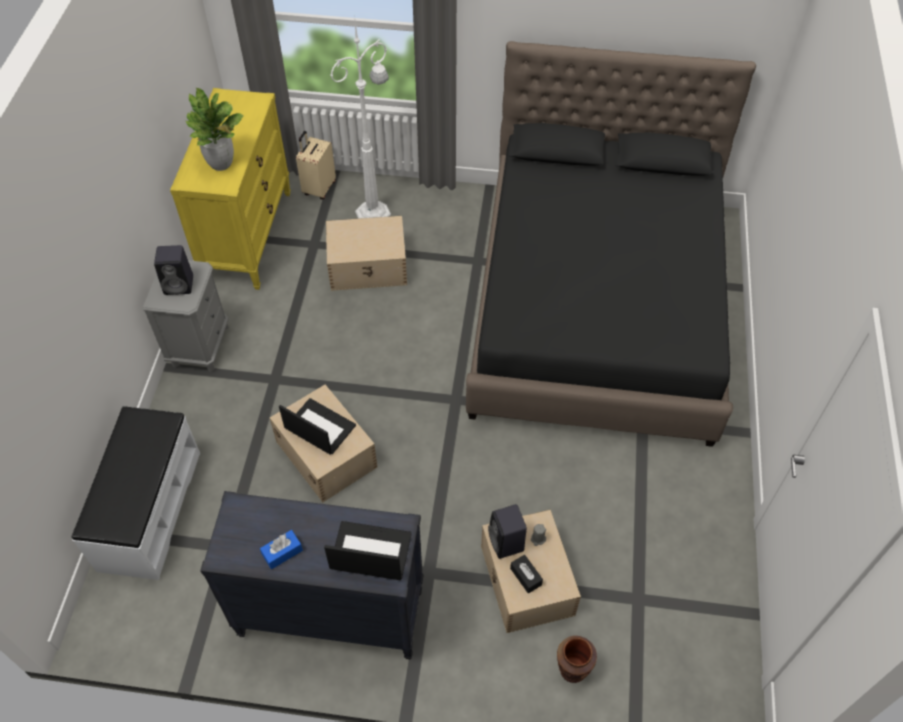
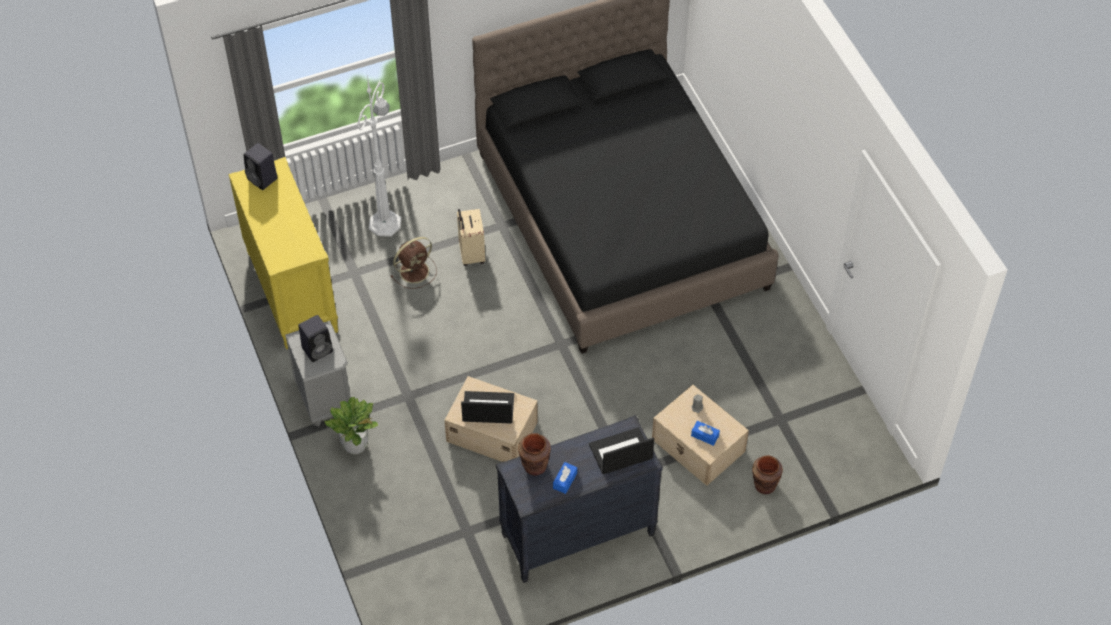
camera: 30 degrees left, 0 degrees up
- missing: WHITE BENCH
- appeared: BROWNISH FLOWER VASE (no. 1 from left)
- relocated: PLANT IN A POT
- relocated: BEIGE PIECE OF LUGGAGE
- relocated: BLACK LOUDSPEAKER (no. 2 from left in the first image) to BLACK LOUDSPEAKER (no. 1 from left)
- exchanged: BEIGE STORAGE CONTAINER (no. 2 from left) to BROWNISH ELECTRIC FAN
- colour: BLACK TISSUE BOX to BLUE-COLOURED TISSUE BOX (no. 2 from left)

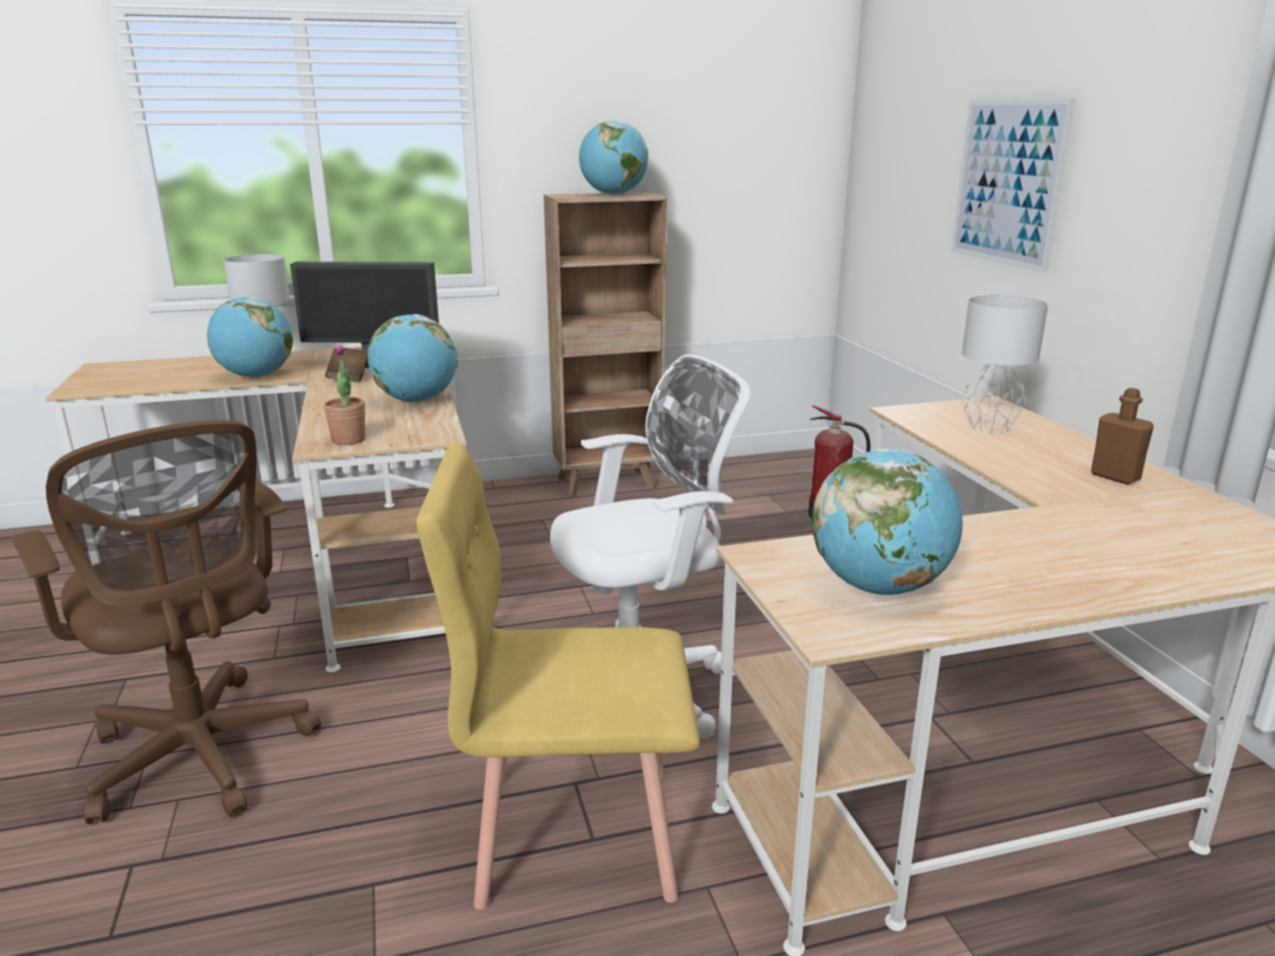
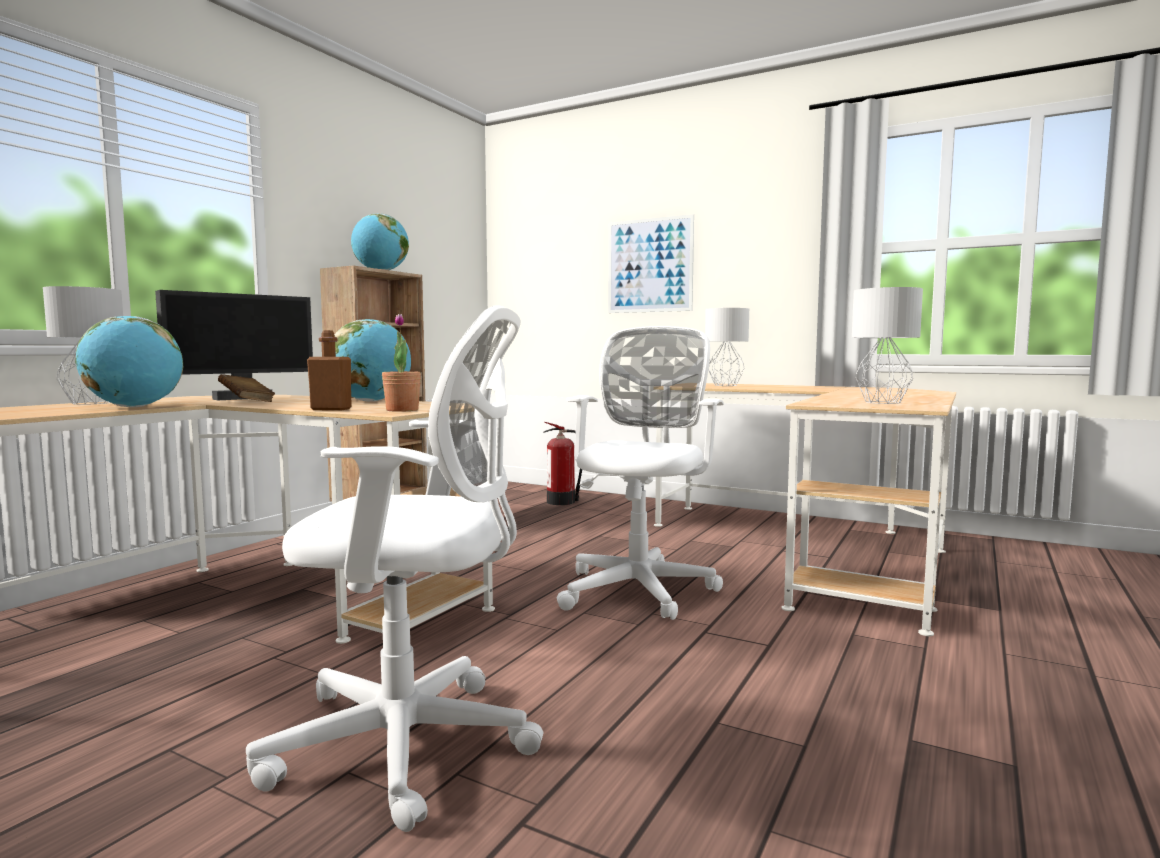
camera: 45 degrees left, 15 degrees down
- missing: YELLOW PLAIN CHAIR
- relocated: BROWNISH BOTTLE
- exchanged: DESK GLOBE (no. 4 from left) to GREY TABLE LAMP (no. 3 from left)
- colour: BROWNISH COMPUTER CHAIR to WHITE COMPUTER CHAIR (no. 1 from left)

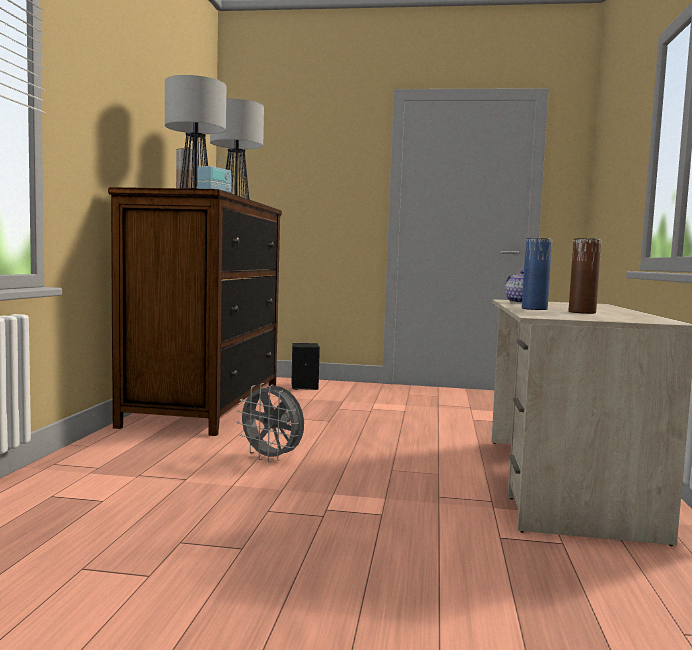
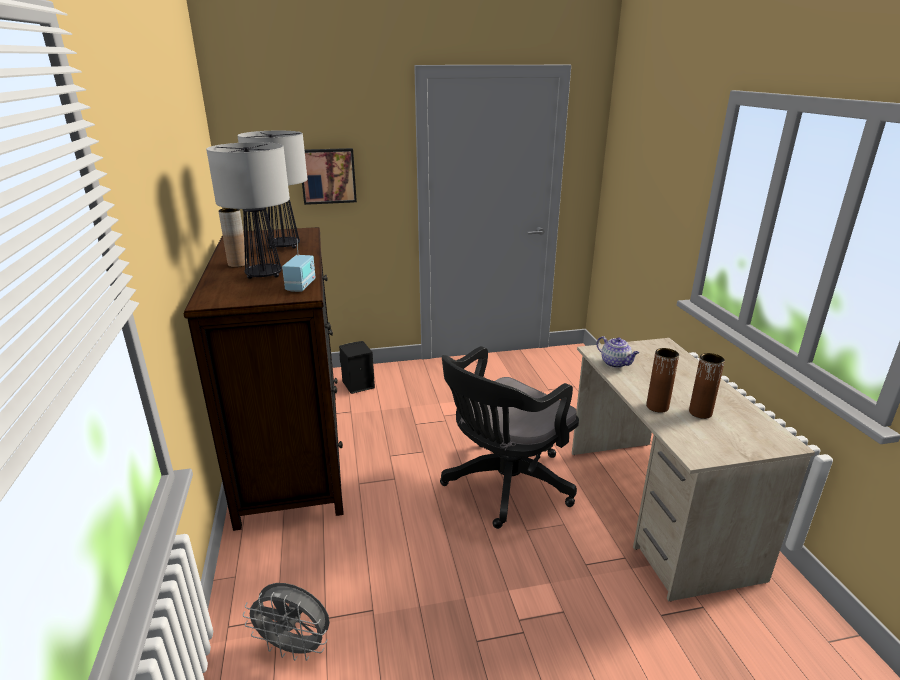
camera: 20 degrees left, 20 degrees up
- appeared: WALL ART
- appeared: BLACK COMPUTER CHAIR
- relocated: GREY ELECTRIC FAN
- colour: BLUE-COLOURED FLOWER VASE to BROWNISH FLOWER VASE (no. 2 from left)

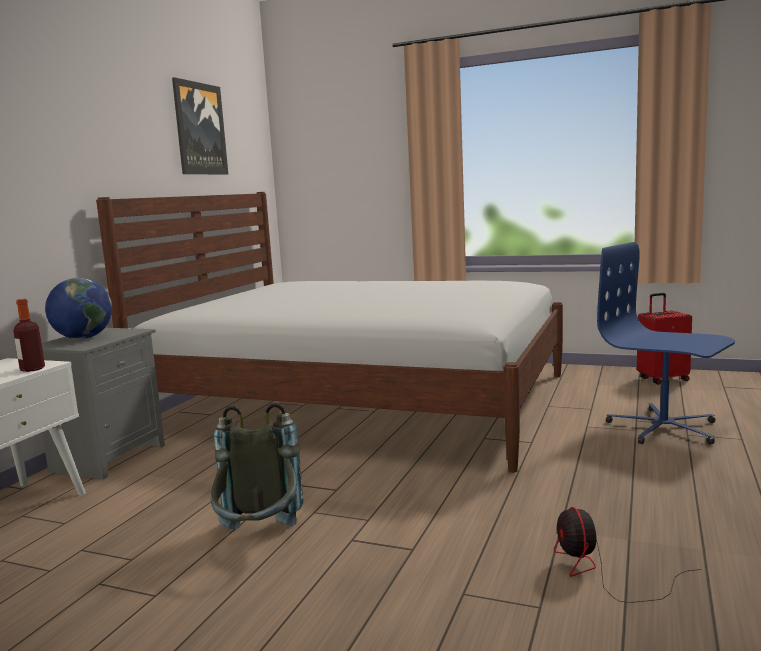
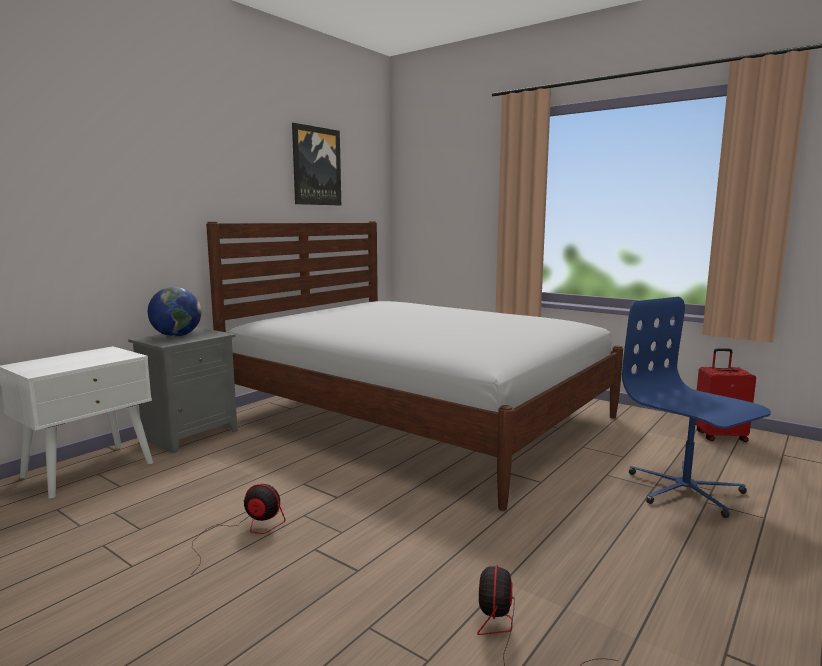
camera: 15 degrees right, 0 degrees up
- missing: BOTTLE
- exchanged: GREY RUCKSACK to ELECTRIC FAN (no. 1 from left)

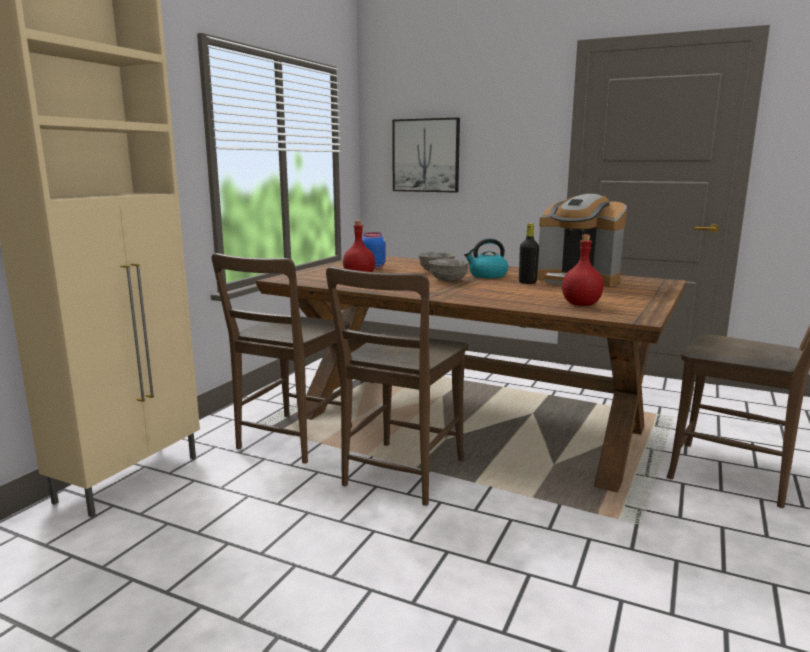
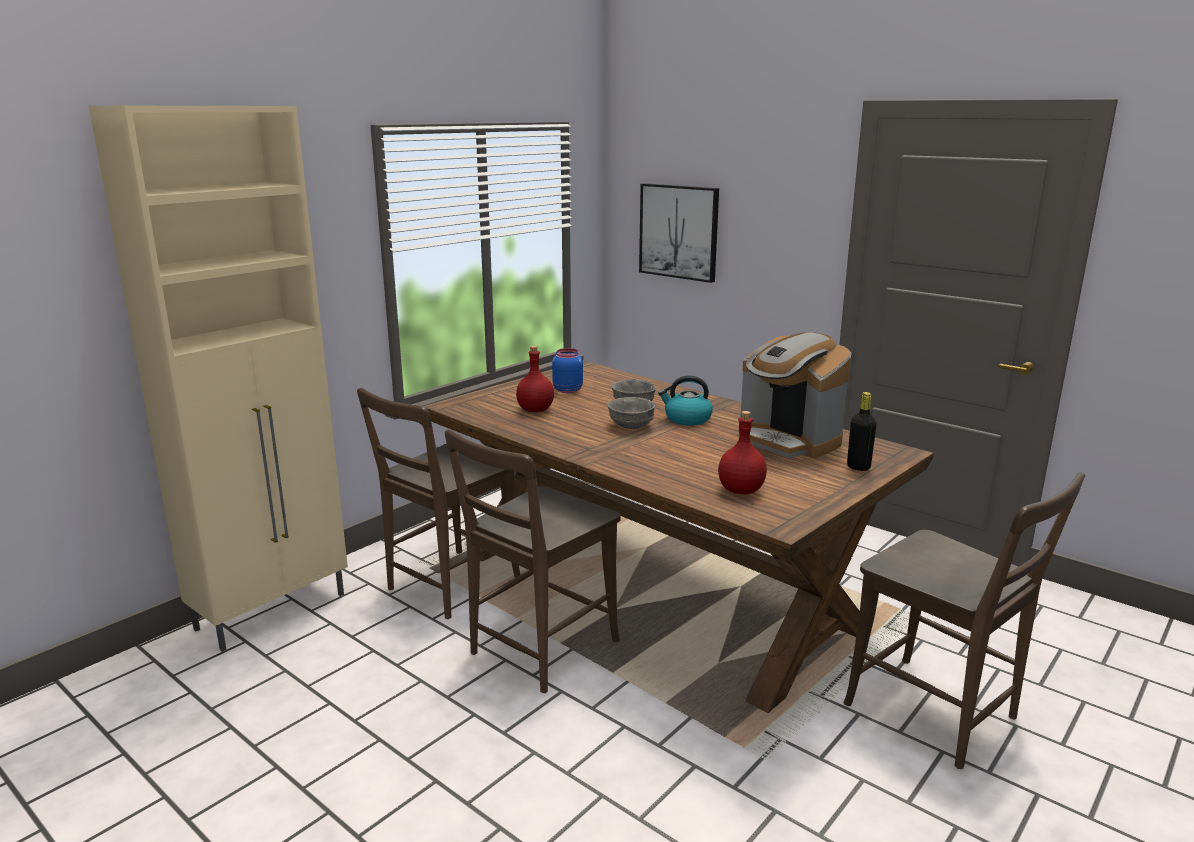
camera: 15 degrees right, 5 degrees up
- relocated: BLACK BOTTLE

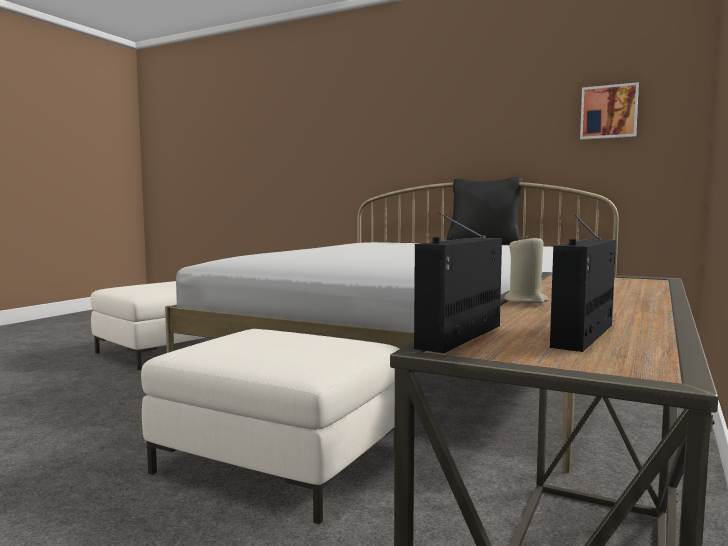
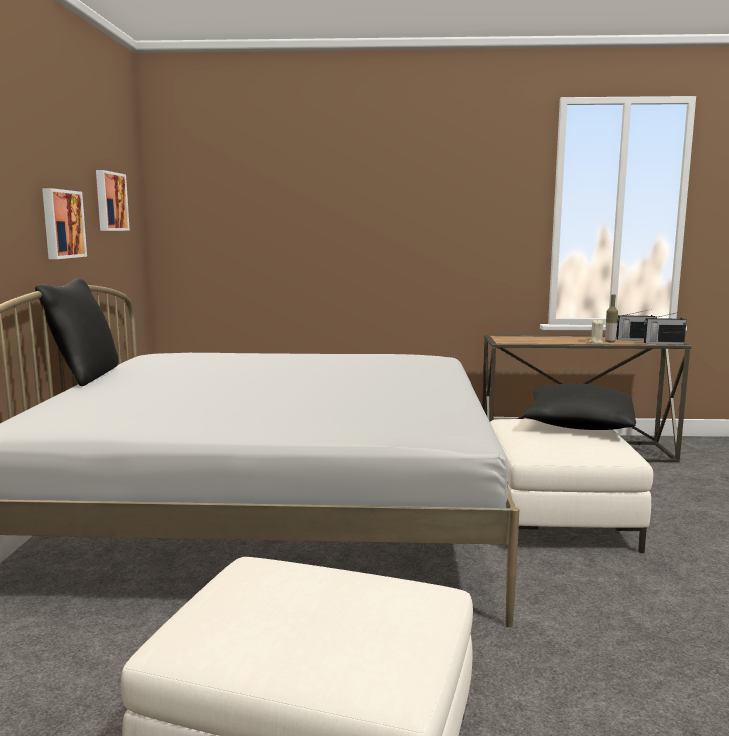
camera: 115 degrees left, 5 degrees up
- appeared: WALL ART (no. 1 from left)
- appeared: BLACK THROW PILLOW (no. 2 from left)
- appeared: BOTTLE

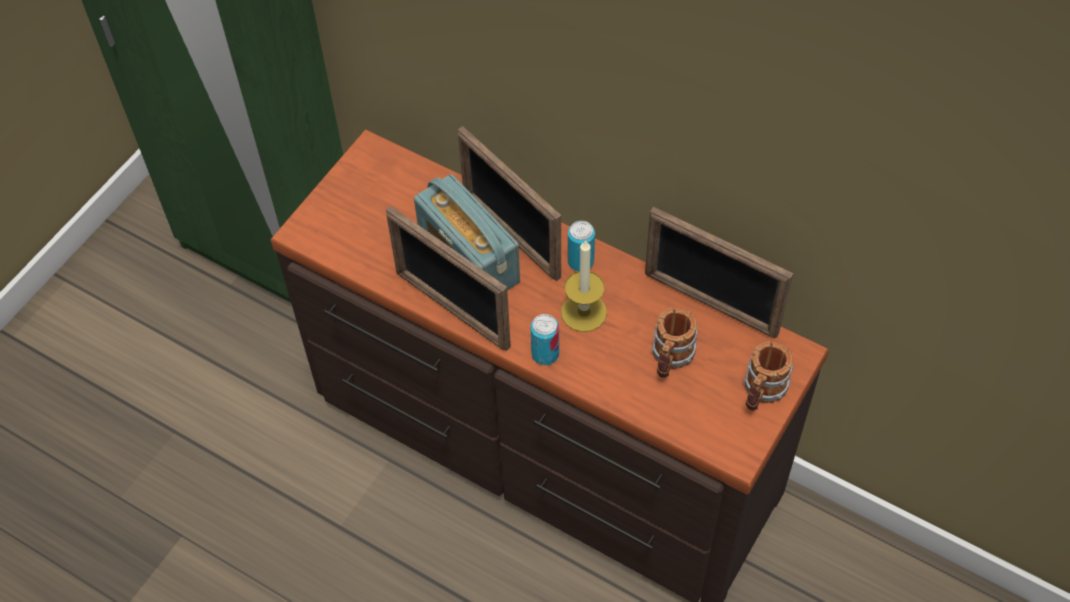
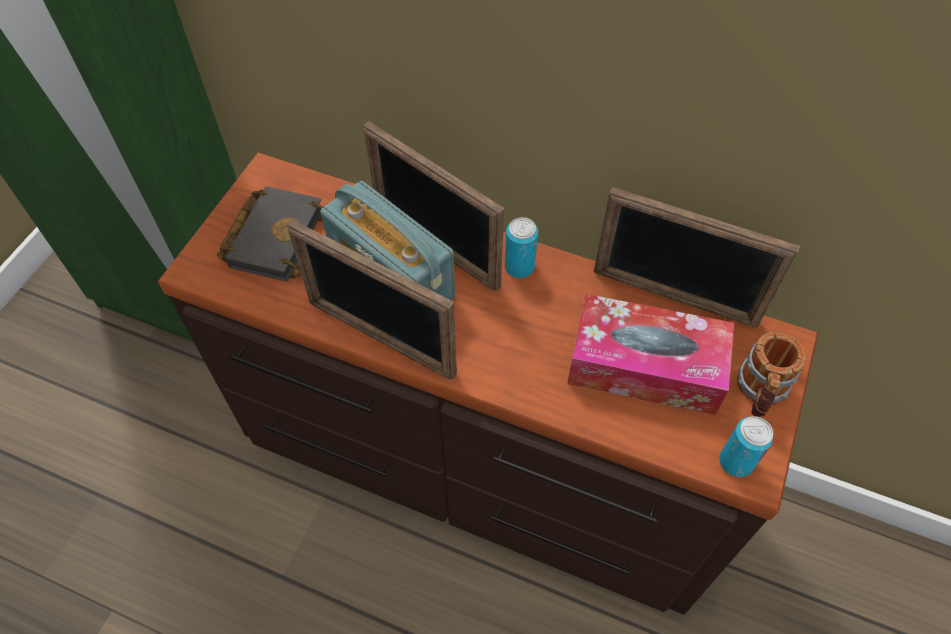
camera: 10 degrees left, 0 degrees up
- missing: WAX CANDLE
- appeared: BLACK BOUND BOOK
- relocated: METAL CAN (no. 1 from left in the first image) to METAL CAN (no. 2 from left)
- exchanged: COFFEE MUG (no. 1 from left) to TISSUE BOX

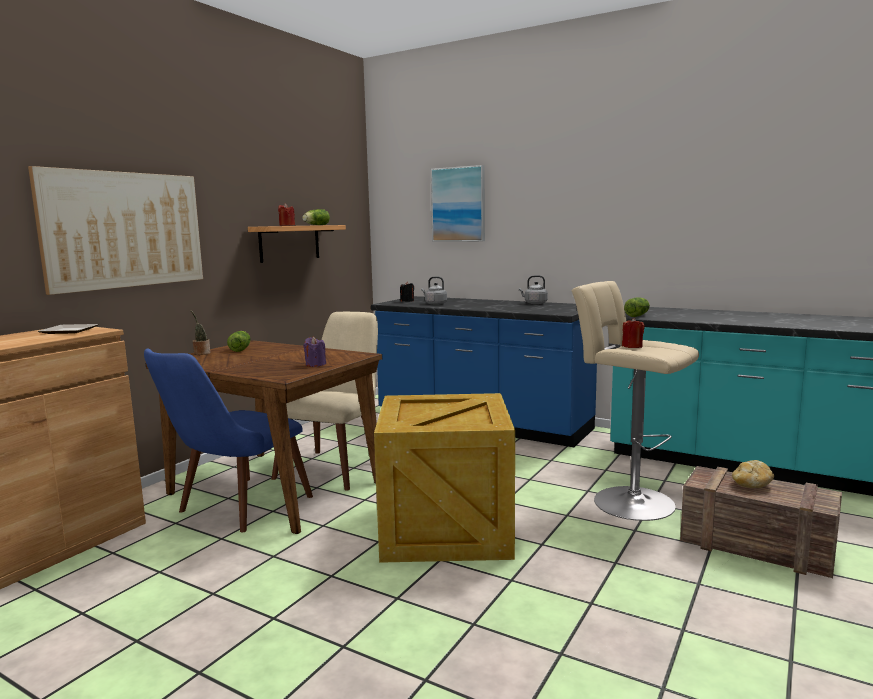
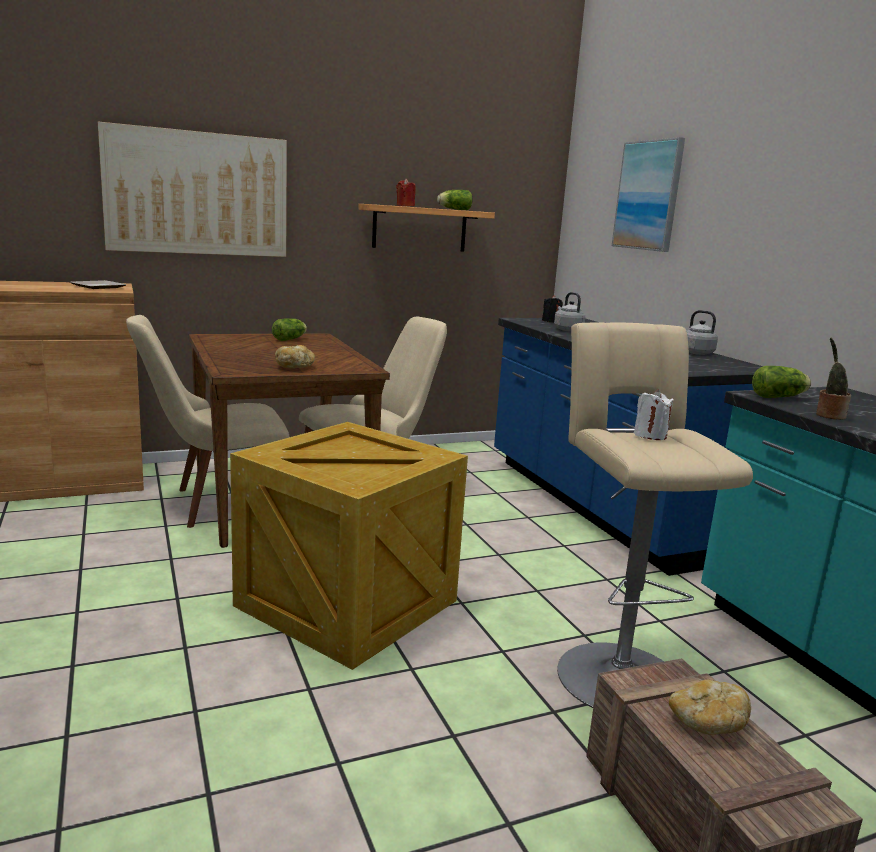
camera: 35 degrees right, 5 degrees up
- relocated: PLANT IN A POT
- exchanged: PURPLISH WAX CANDLE to BAKERY BREAD (no. 1 from left)
- colour: BLUE-COLOURED PLAIN CHAIR to BEIGE PLAIN CHAIR (no. 1 from left)
- colour: REDDISH WAX CANDLE (no. 2 from left) to WHITE WAX CANDLE

